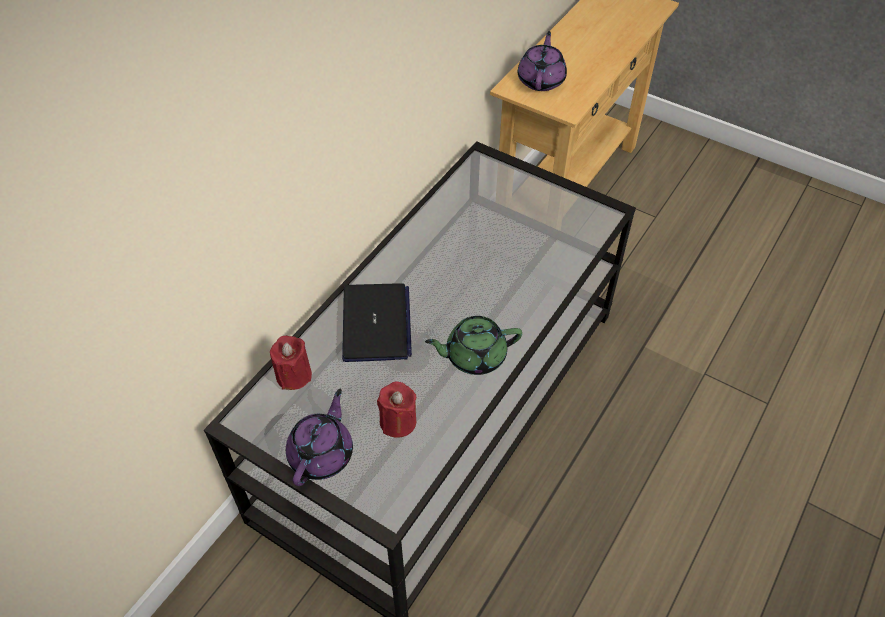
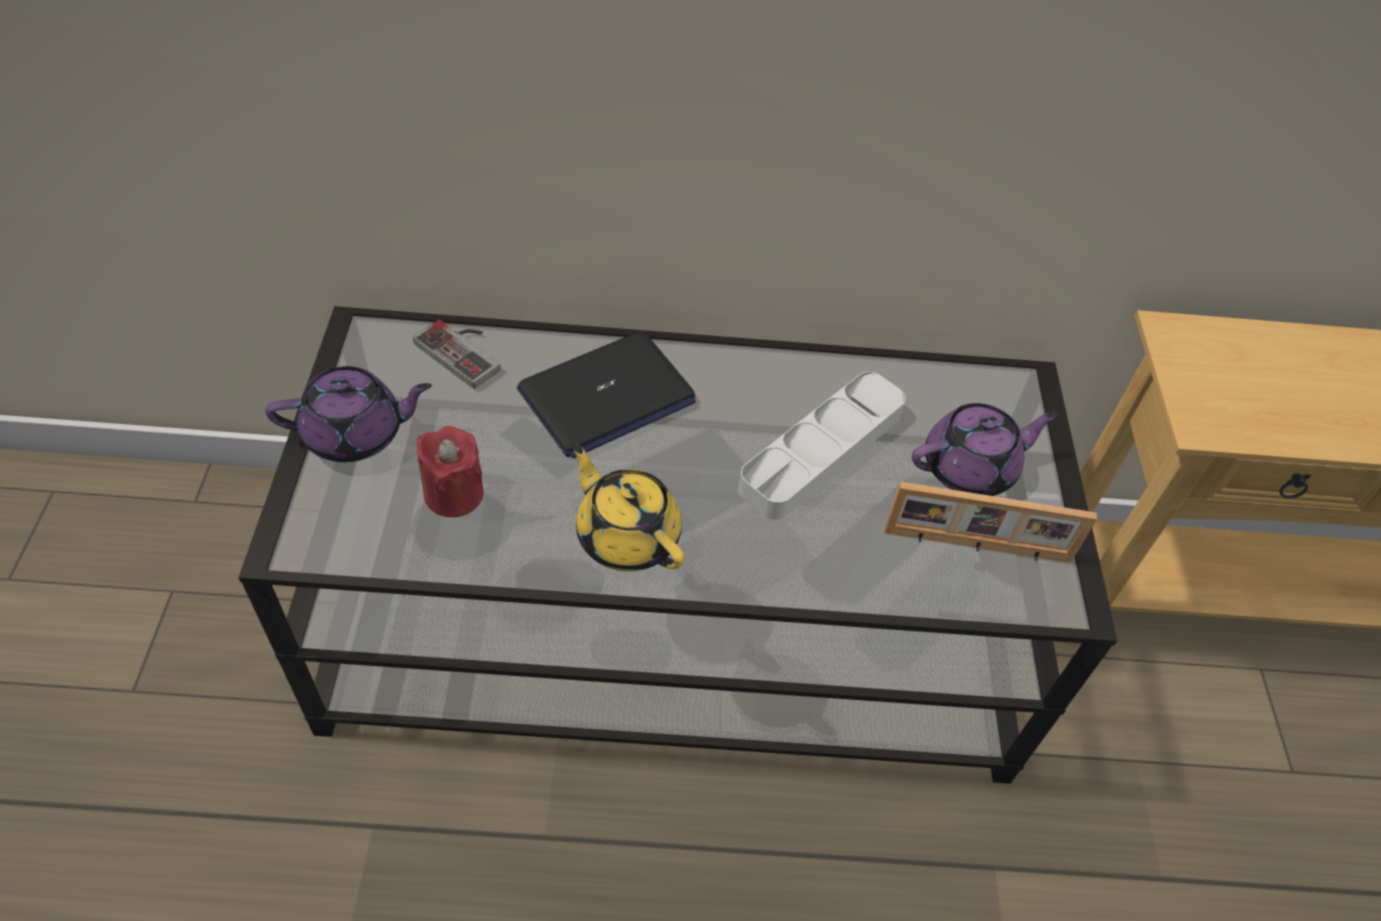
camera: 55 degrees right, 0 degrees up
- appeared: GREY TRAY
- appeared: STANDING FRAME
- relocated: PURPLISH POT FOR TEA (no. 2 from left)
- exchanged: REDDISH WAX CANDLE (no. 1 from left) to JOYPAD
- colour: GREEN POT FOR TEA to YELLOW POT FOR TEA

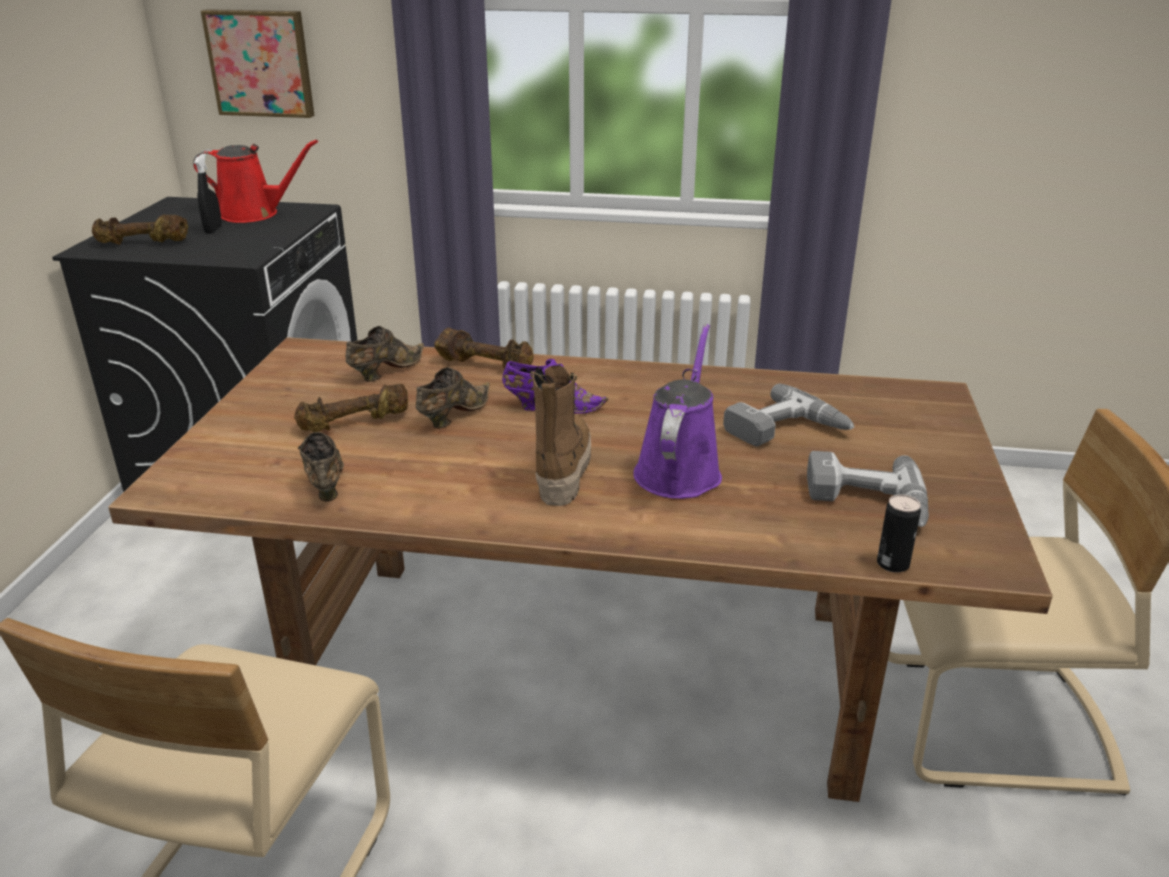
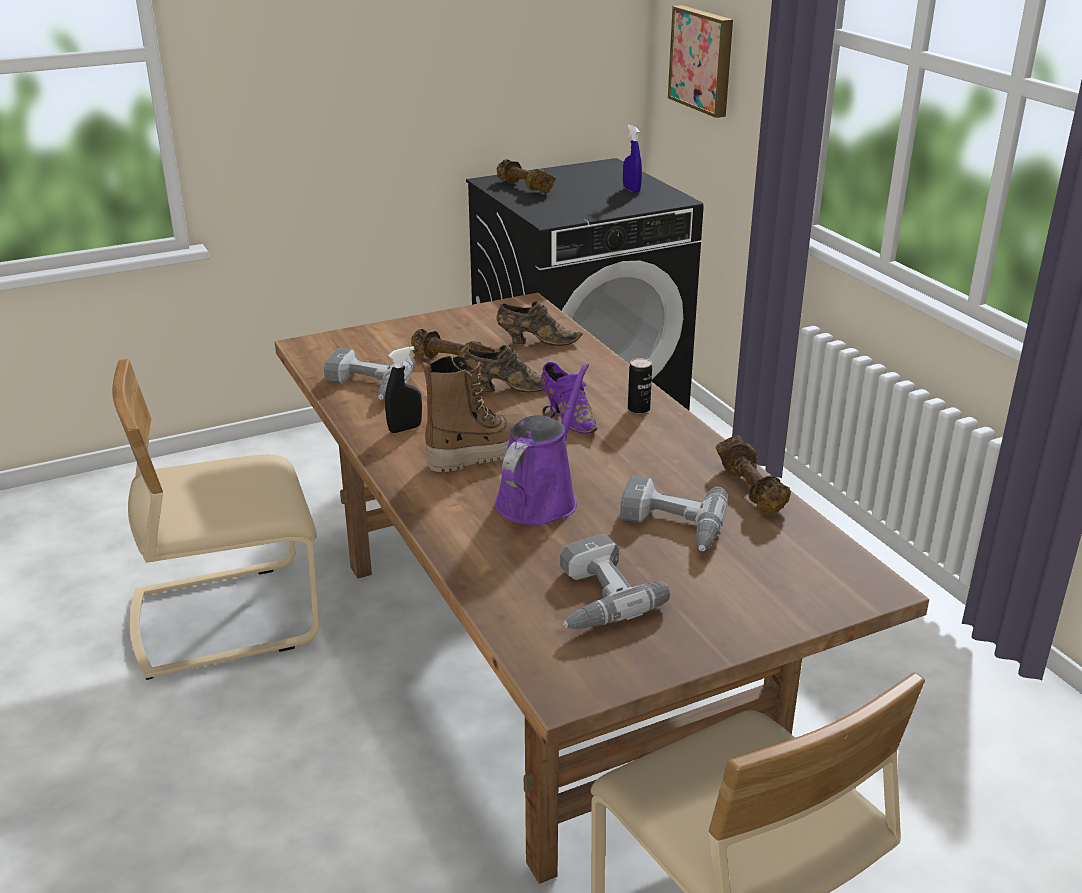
camera: 55 degrees right, 0 degrees up
- relocated: BLACK SPRAYER
- relocated: BROWNISH FREE WEIGHT (no. 3 from left)
- relocated: METAL CAN
- exchanged: REDDISH WATERING POT to BLUE-COLOURED SPRAYER
- exchanged: BROWNISH ITEM OF FOOTWEAR (no. 1 from left) to DRILL (no. 1 from left)
- spun: PURPLISH WATERING POT 45 degrees counterclockwise

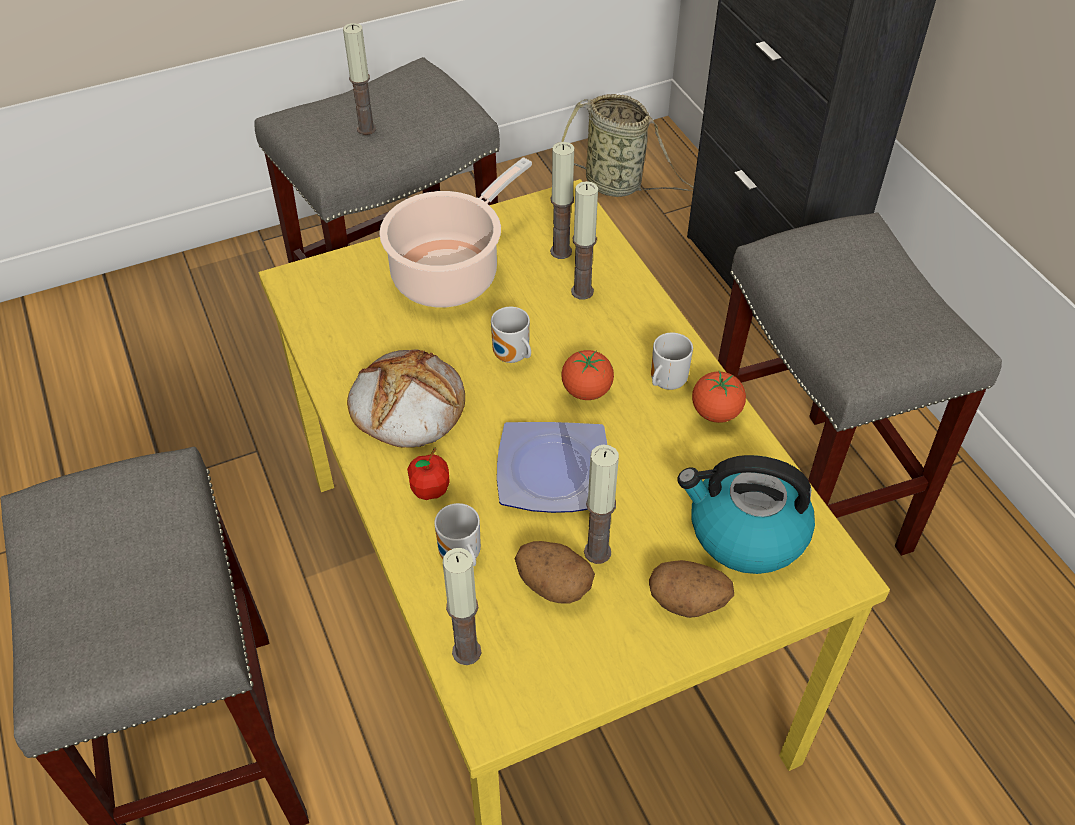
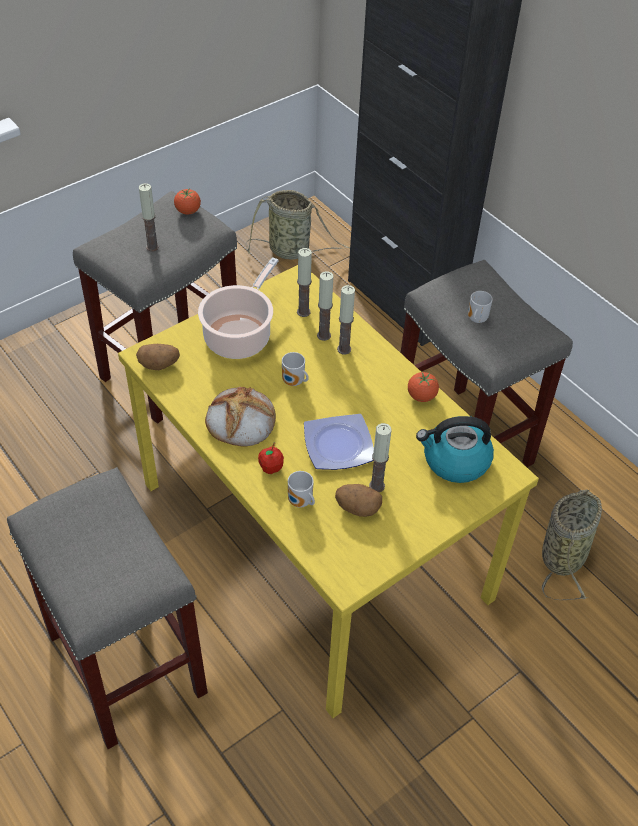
camera: 15 degrees left, 0 degrees up
- appeared: HOUSEHOLD BASKET (no. 2 from left)
- relocated: WAX CANDLE (no. 2 from left in the first image) to WAX CANDLE (no. 4 from left)
- relocated: WHOLE TOMATO (no. 1 from left)
- relocated: POTATO (no. 2 from left in the first image) to POTATO (no. 1 from left)
- relocated: COFFEE MUG (no. 3 from left)

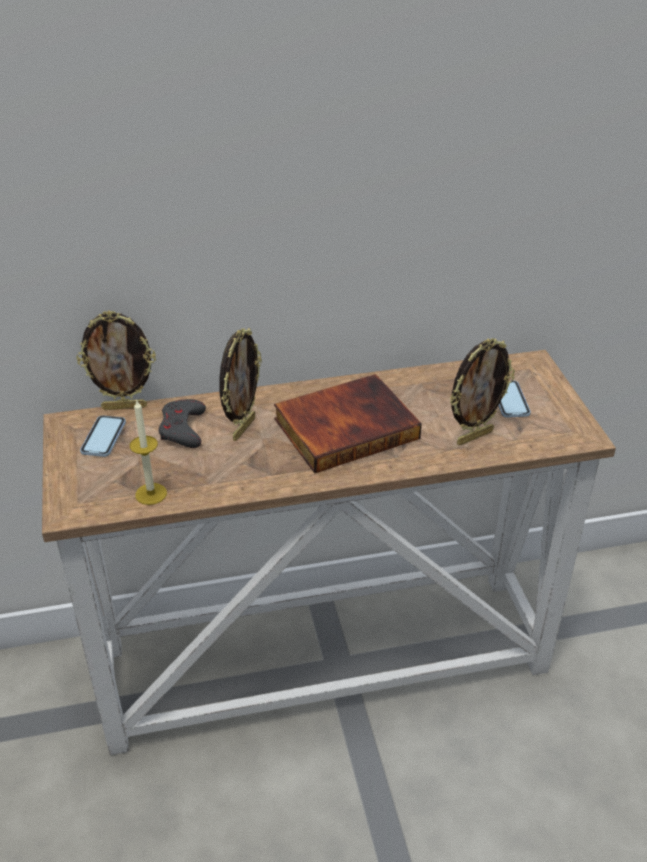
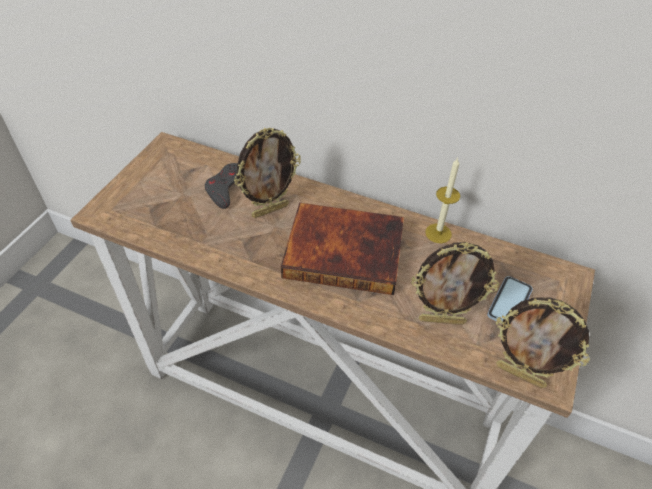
camera: 35 degrees right, 10 degrees up
- missing: TELEPHONE (no. 1 from left)
- relocated: STANDING FRAME (no. 1 from left in the first image) to STANDING FRAME (no. 3 from left)
- relocated: WAX CANDLE

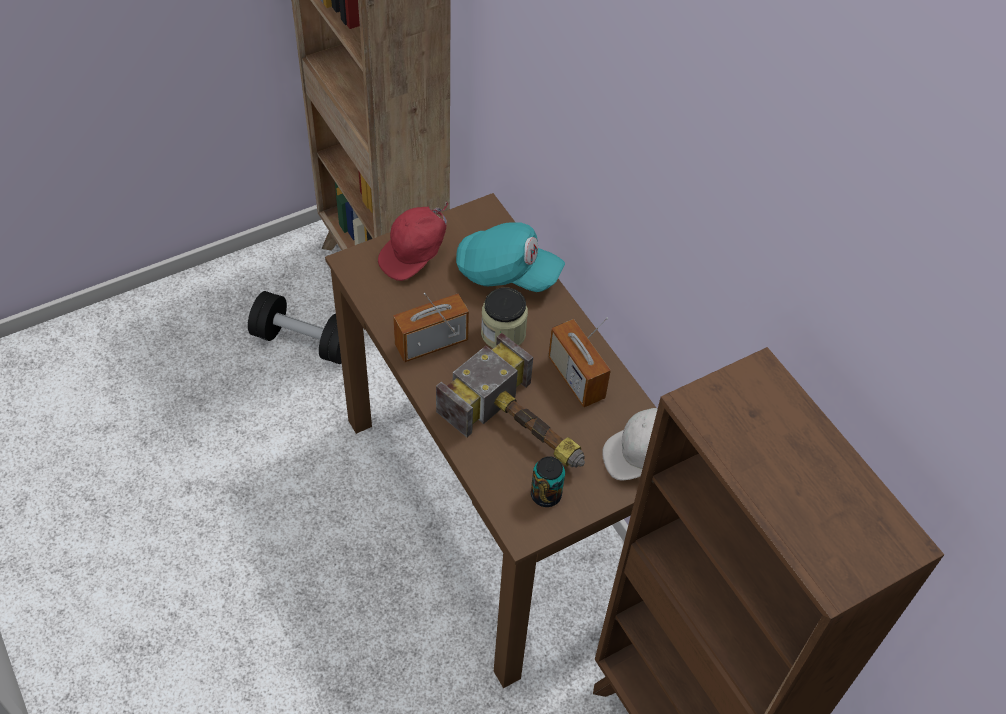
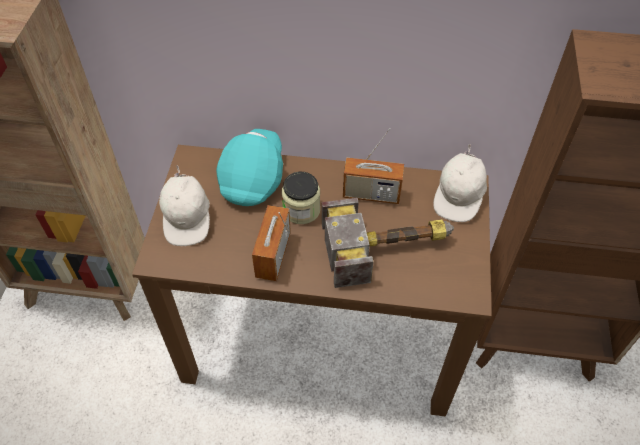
camera: 50 degrees left, 0 degrees up
- missing: BLACK FREE WEIGHT
- missing: METAL CAN
- colour: REDDISH PEAKED CAP to WHITE PEAKED CAP (no. 1 from left)
- spun: BLUE-GREEN PEAKED CAP 45 degrees counterclockwise

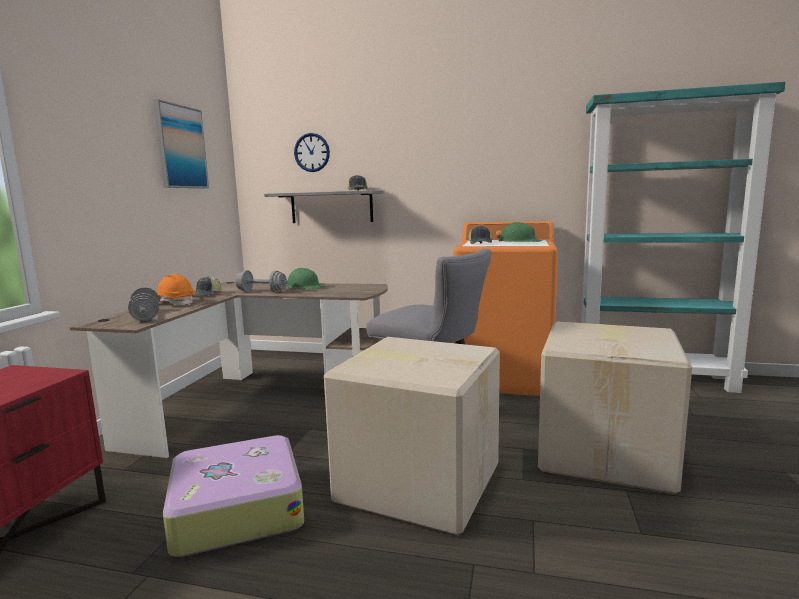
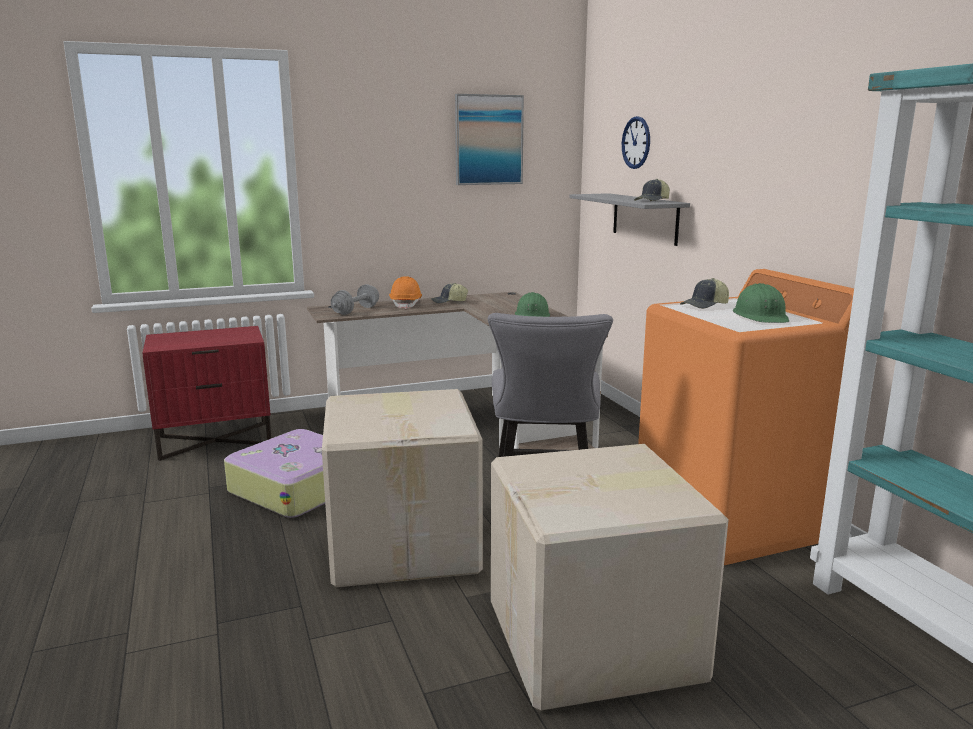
camera: 55 degrees right, 5 degrees up
- missing: GREY FREE WEIGHT (no. 2 from left)

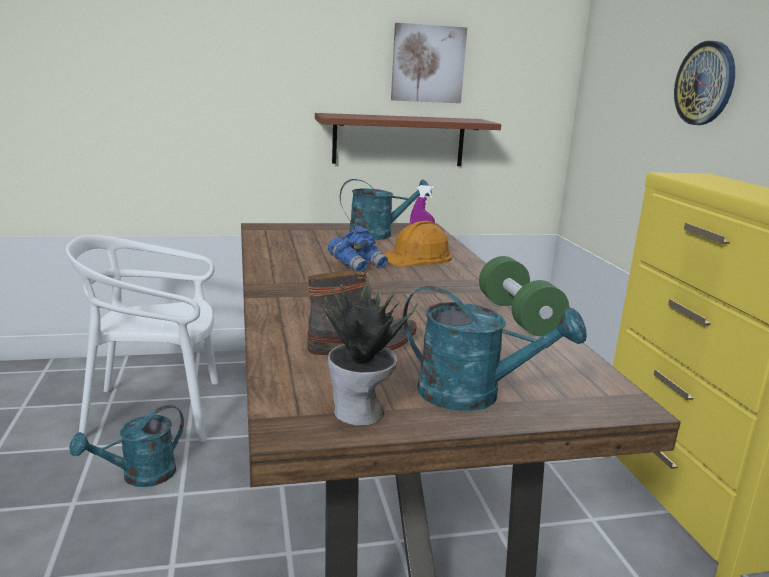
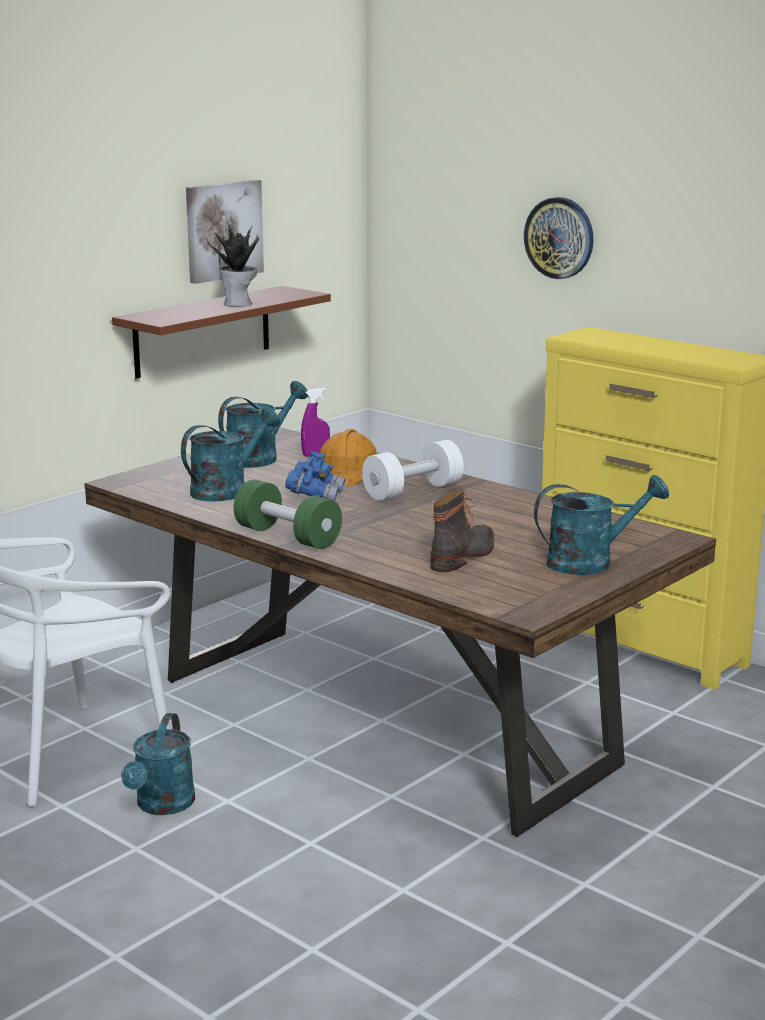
camera: 35 degrees left, 0 degrees up
- appeared: BLUE-GREEN WATERING POT (no. 2 from left)
- appeared: WHITE FREE WEIGHT
- relocated: PLANT IN A POT
- relocated: GREEN FREE WEIGHT

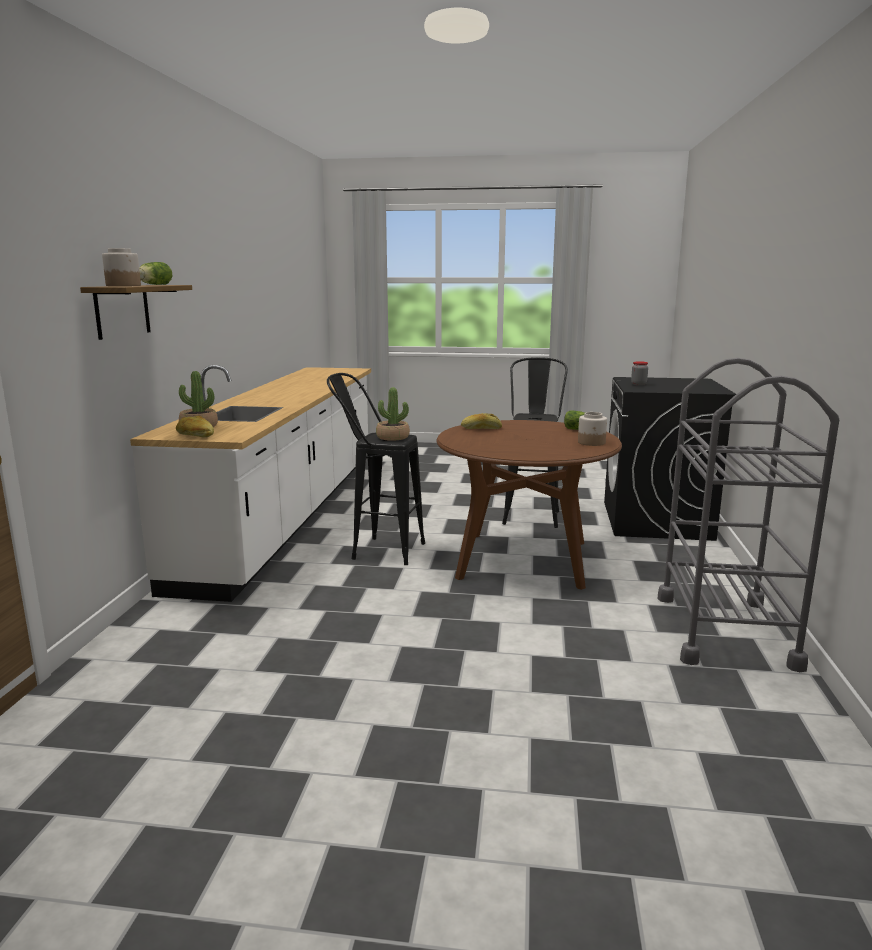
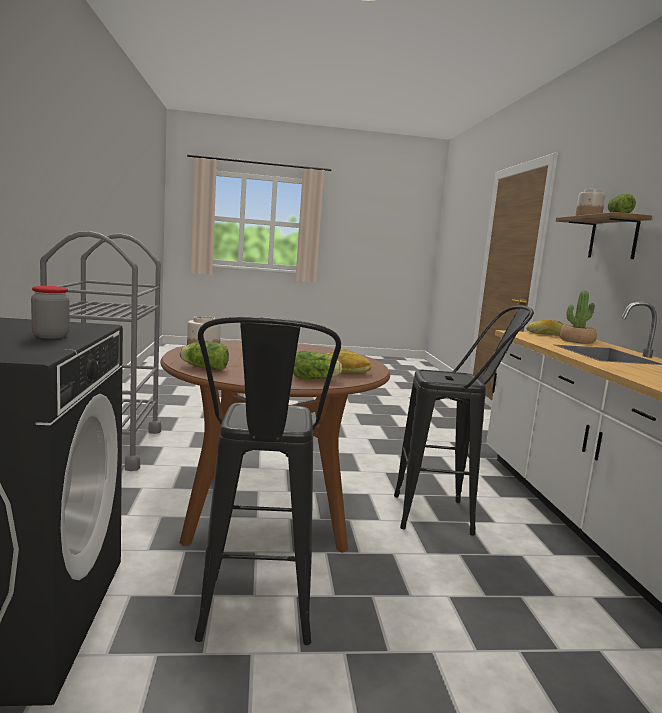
camera: 165 degrees right, 5 degrees down
- missing: PLANT IN A POT (no. 2 from left)
- appeared: LETTUCE HEAD (no. 2 from left)

